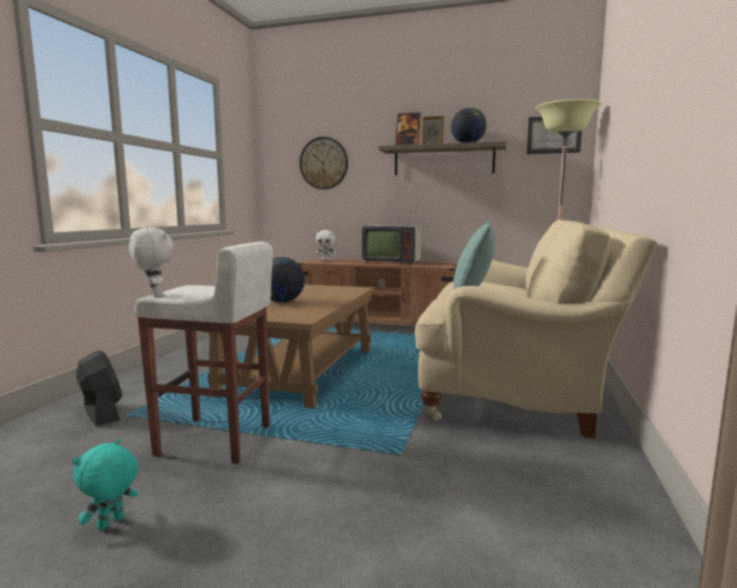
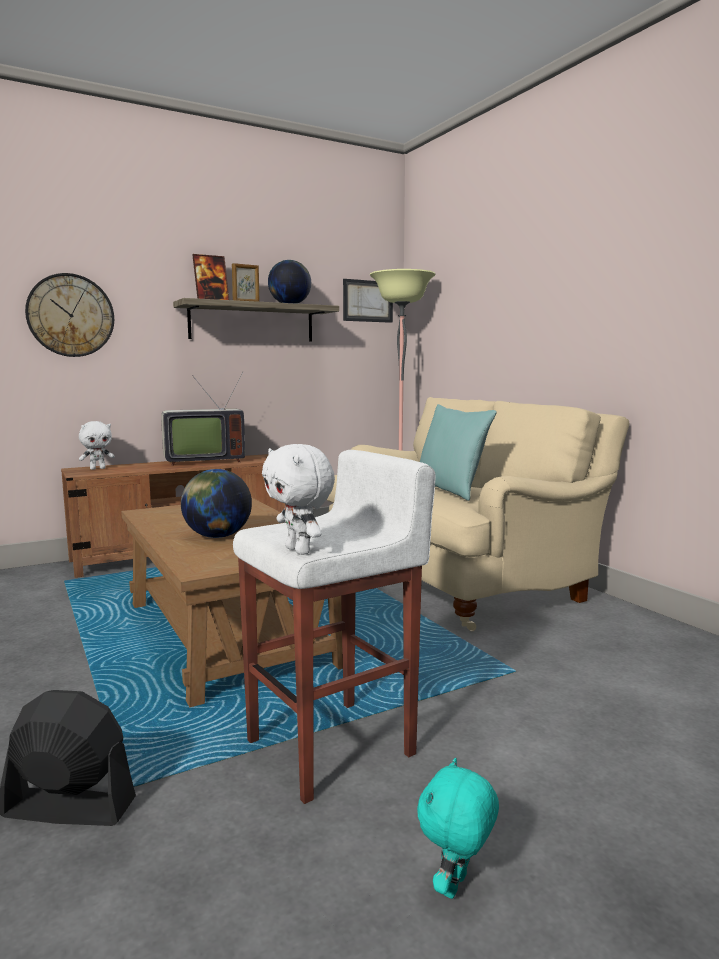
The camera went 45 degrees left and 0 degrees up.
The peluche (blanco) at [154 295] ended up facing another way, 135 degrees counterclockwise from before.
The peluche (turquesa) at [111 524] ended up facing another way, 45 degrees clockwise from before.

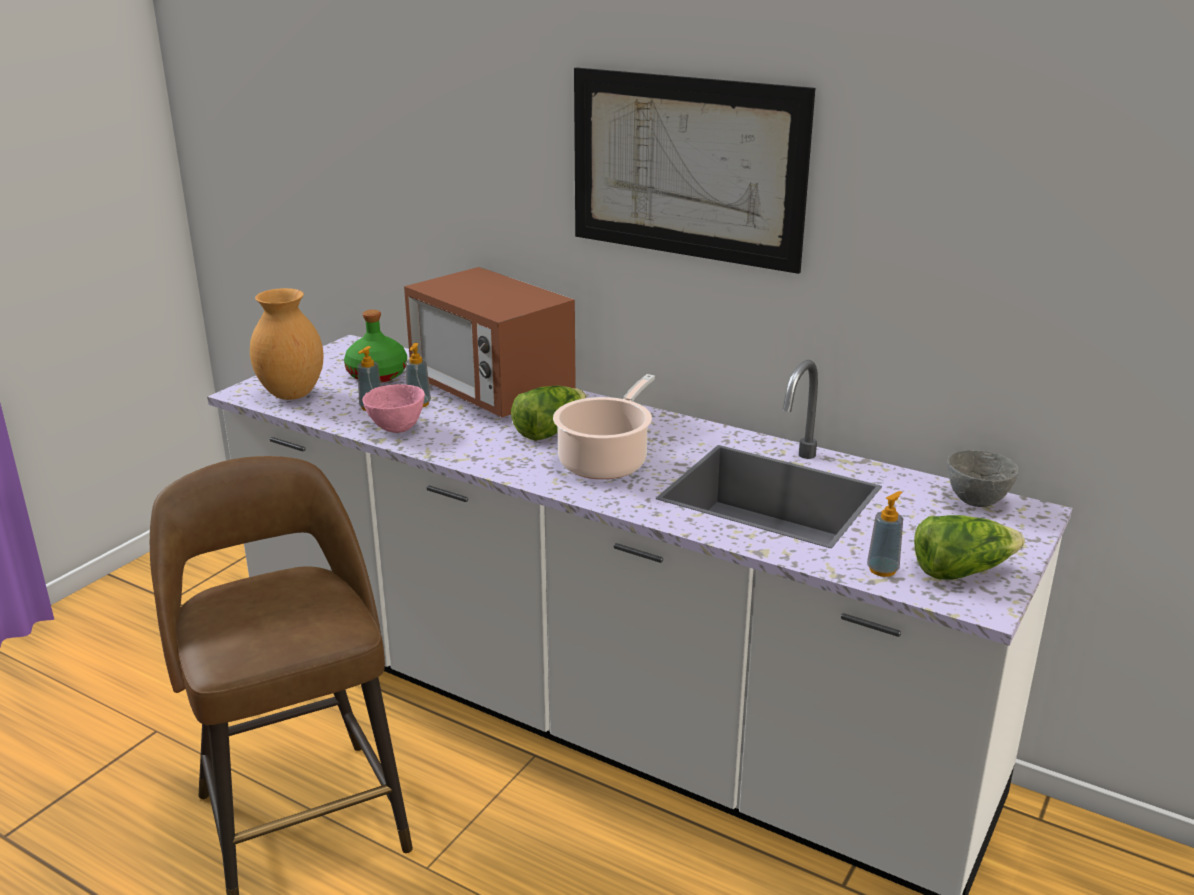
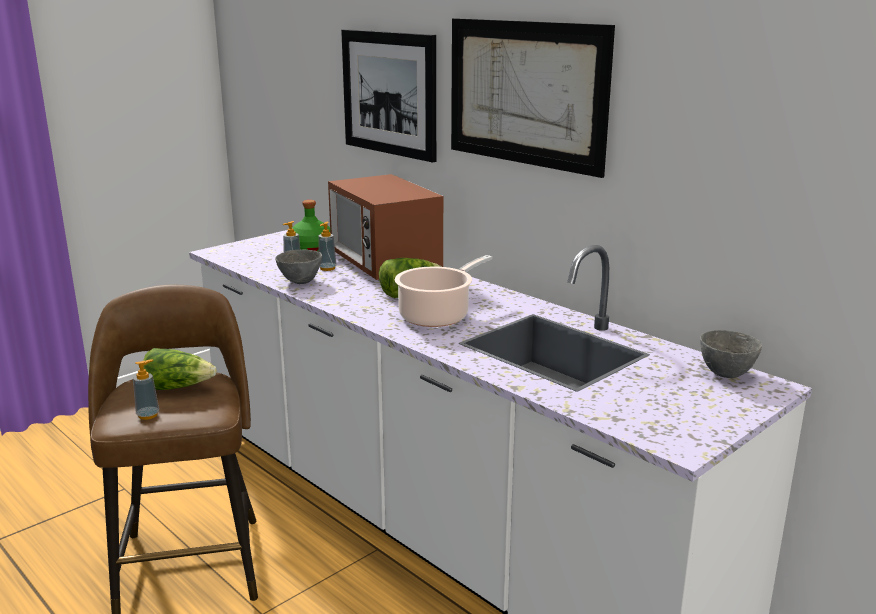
The camera went 15 degrees right and 5 degrees down.
The second view lost the florero (marrón) at [291 394].
What was the cuenco (rosa) at [397 429] turned into the cuenco (gris) at [301 282].
The dispensador de jabón ended up elsewhere, having gone from [882 569] to [148 415].
The lechuga ended up elsewhere, having gone from [961 570] to [178 387].
The second view gained the cuadro at [389 93].

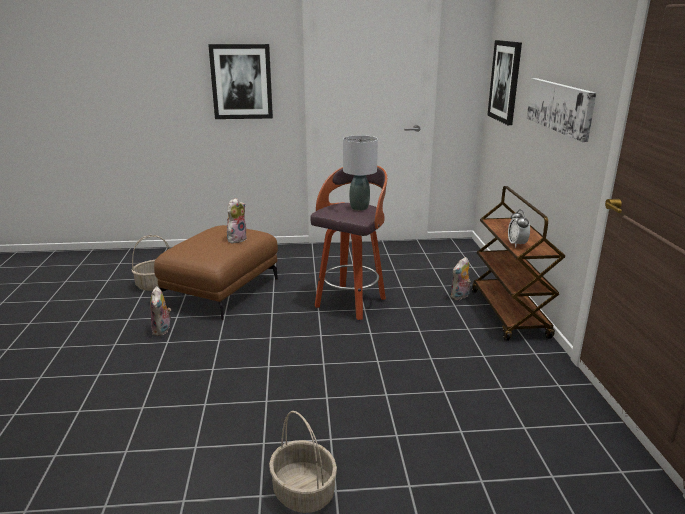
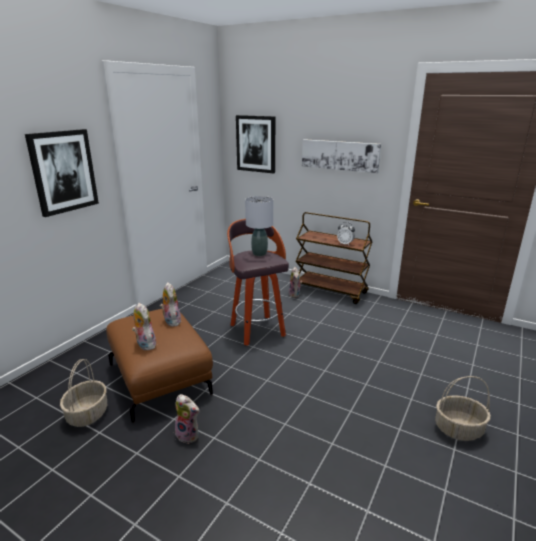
The camera went 55 degrees left and 0 degrees up.
The second view gained the peluche at [144 344].

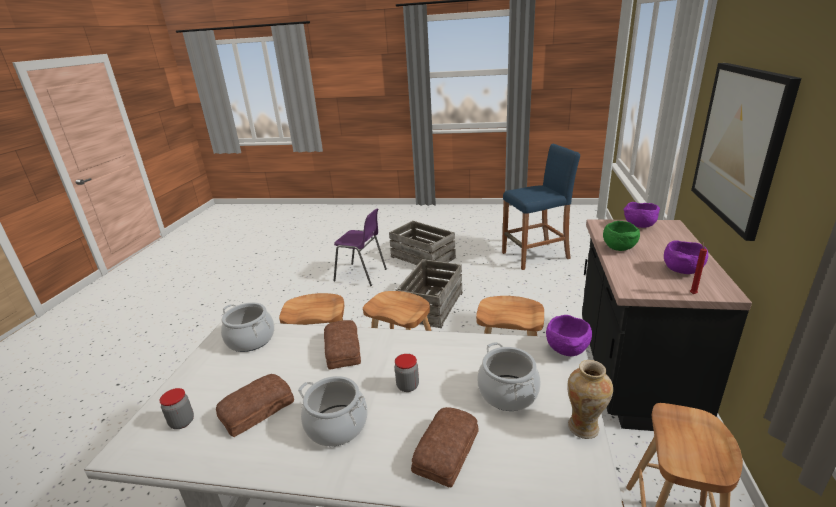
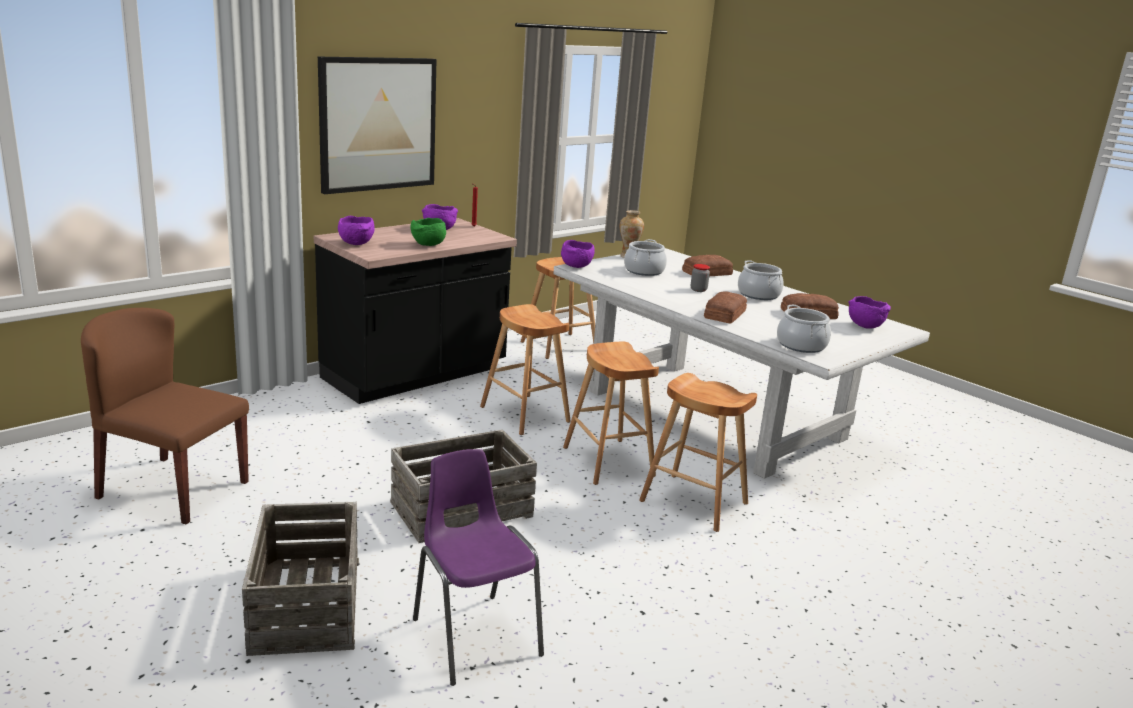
The camera went 145 degrees left and 5 degrees down.
Where the taburete (azul) stood at [535 256], the silla (marrón) came to stand at [172 489].
Where the tarro stood at [182 422], the cuenco (morado) came to stand at [864 326].

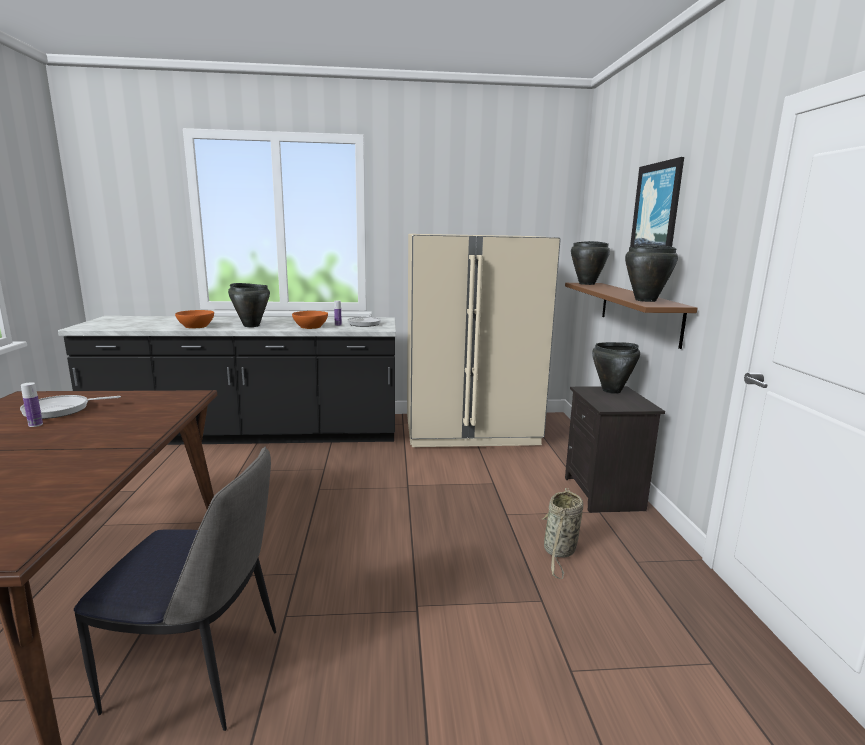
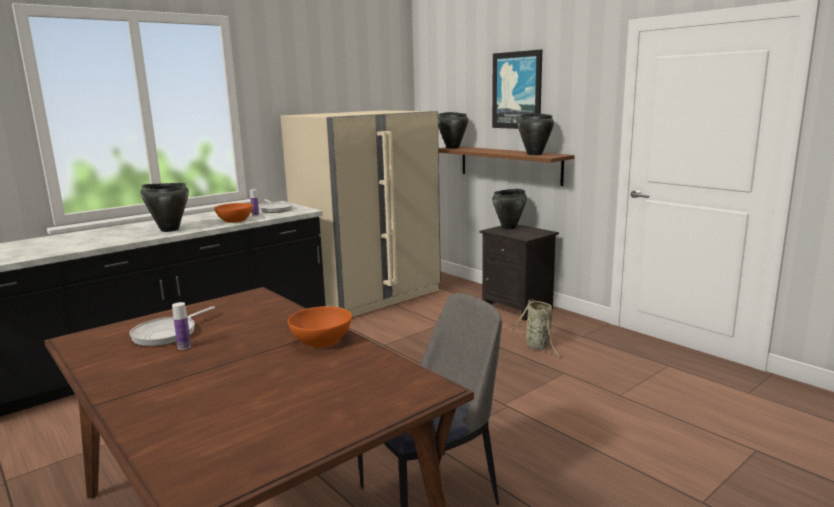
The camera went 35 degrees left and 0 degrees up.
The cuenco (naranja) ended up elsewhere, having gone from [196 326] to [321 340].

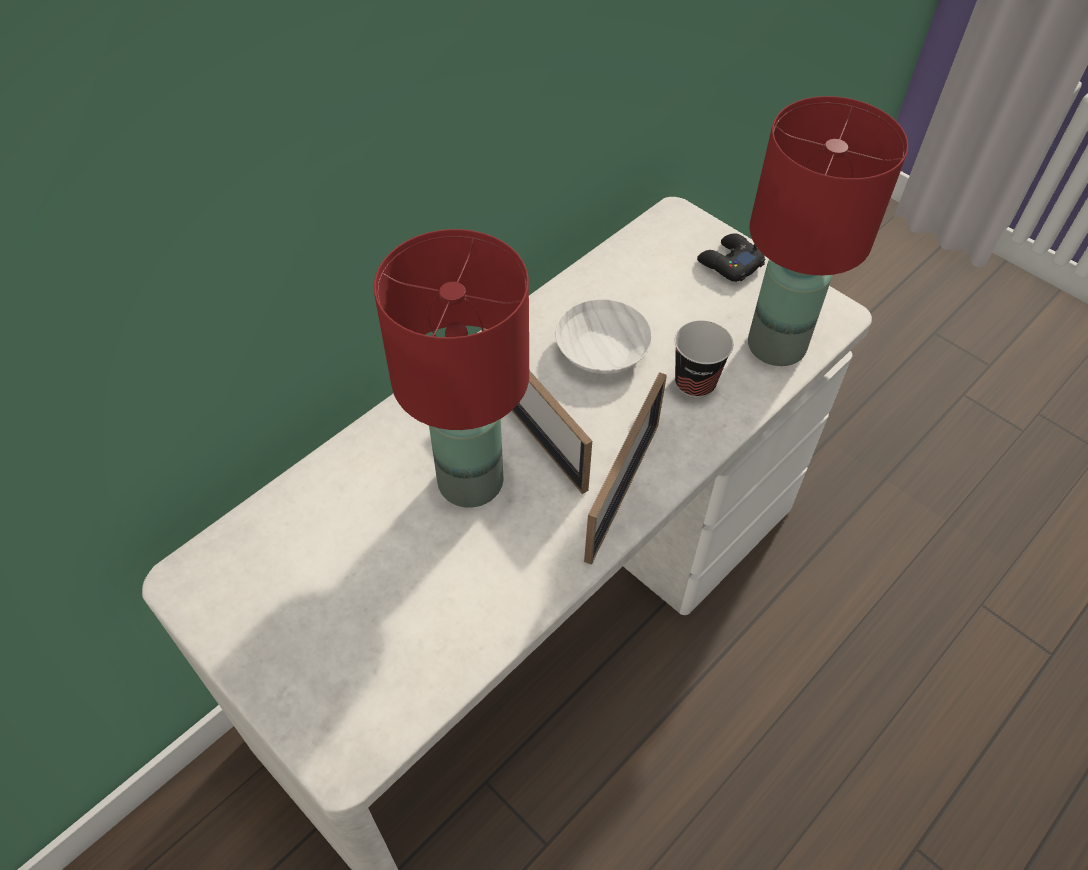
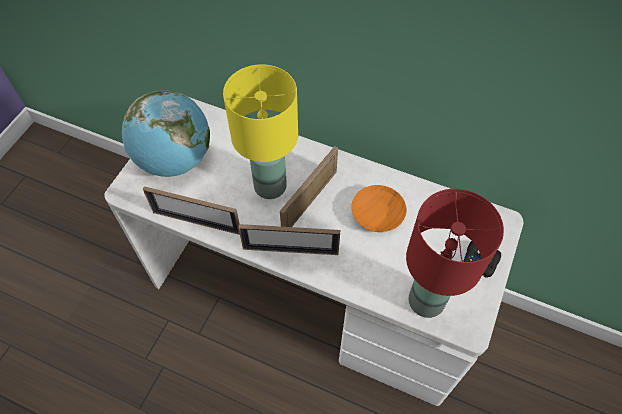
The camera went 70 degrees right and 5 degrees up.
What was the lámpara de mesa (rojo) at [468 482] turned into the lámpara de mesa (amarillo) at [269 185].
What was the cuenco (blanco) at [603 352] turned into the cuenco (naranja) at [376 216].
The second view lost the taza at [695 383].
The second view gained the globo terráqueo at [175 160].
The second view gained the portarretratos at [196 222].

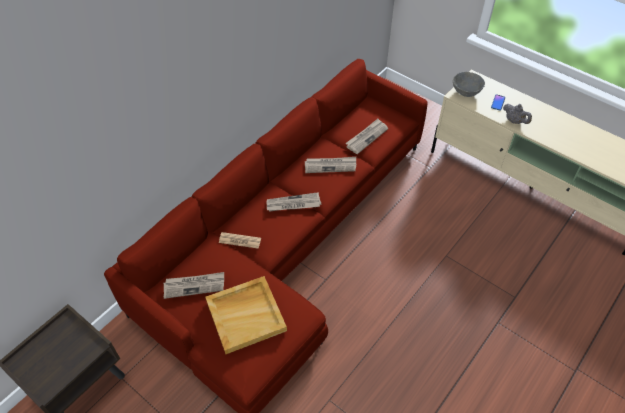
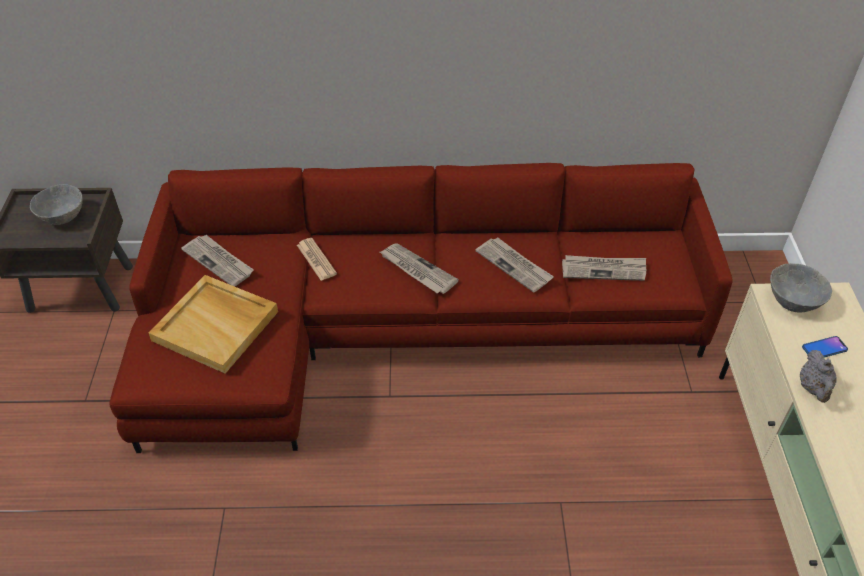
The camera went 50 degrees right and 5 degrees down.
The second view gained the cuenco (gris) at [62 217].

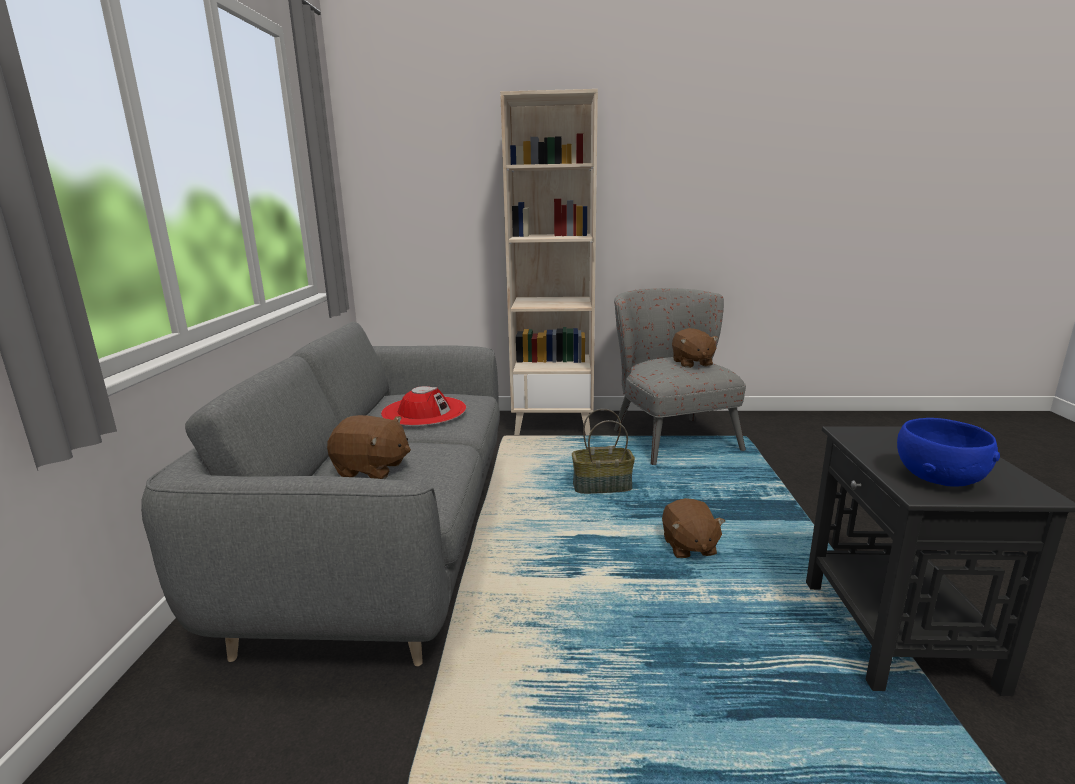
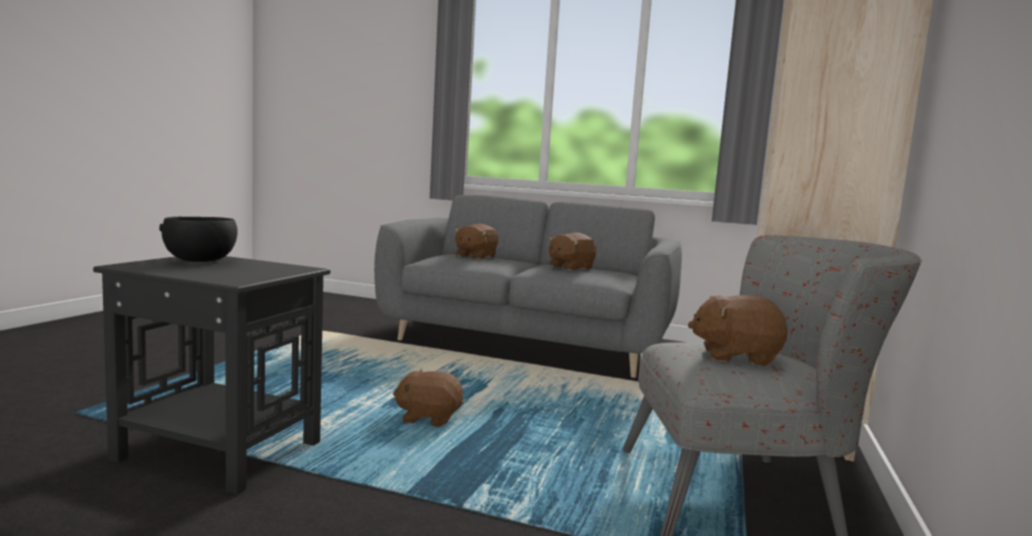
The camera went 105 degrees right and 10 degrees down.
Where the sombrero (rojo) stood at [424 411], the peluche (marrón) came to stand at [570 268].
The second view lost the cesta at [601 487].
What was the cuenco (azul) at [938 479] turned into the cuenco (negro) at [200 261].

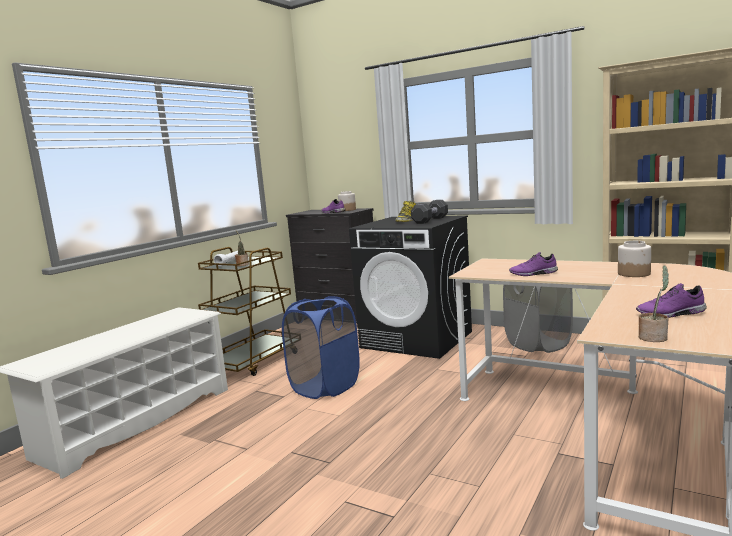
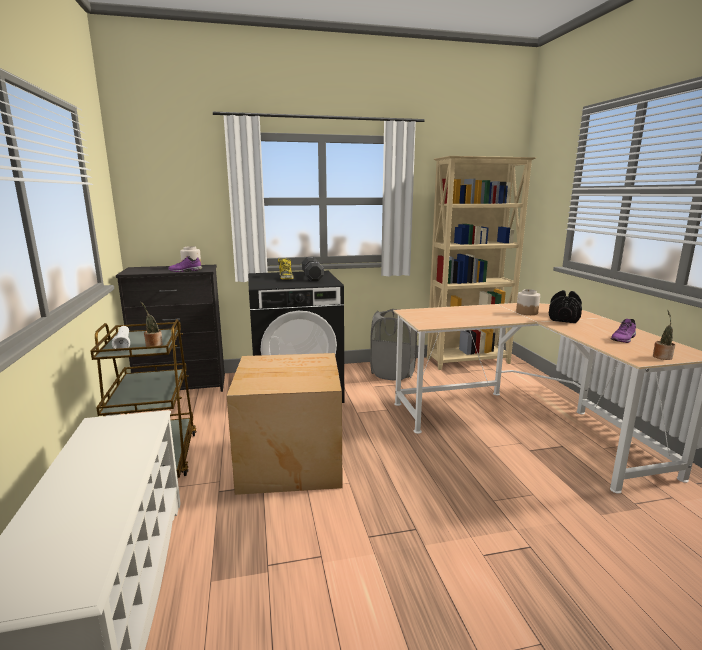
The camera went 45 degrees left and 5 degrees up.
The second view lost the zapato (morado) at [533 274].
Where the cesto de la ropa (azul) stood at [325 387], the caja de cartón came to stand at [289 460].
The second view gained the mancuerna (negro) at [563 317].

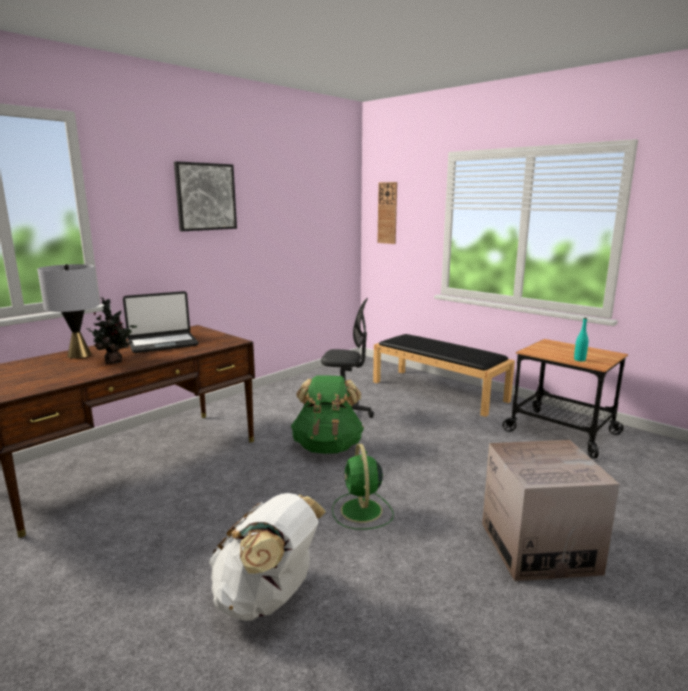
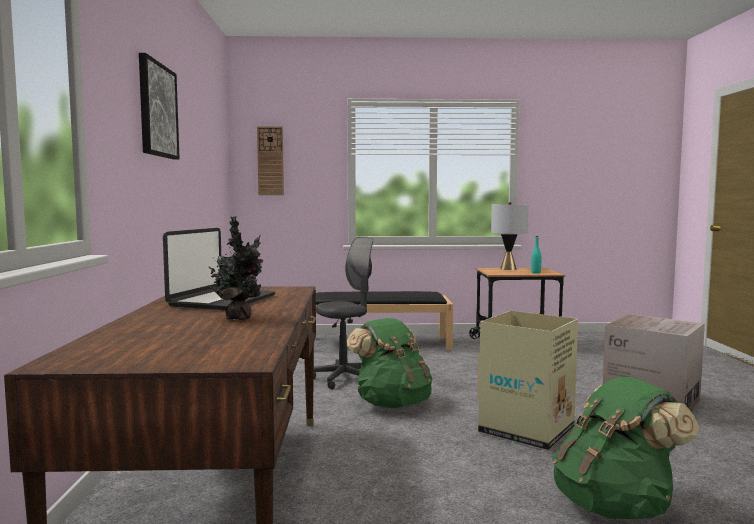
The camera went 45 degrees left and 10 degrees down.
The lámpara de mesa (gris) ended up elsewhere, having gone from [79 355] to [508 269].
Where the ventilador (verde) stood at [361 511], the caja de cartón came to stand at [527 430].
What was the mochila (blanco) at [267 598] turned into the mochila (verde) at [615 506].

